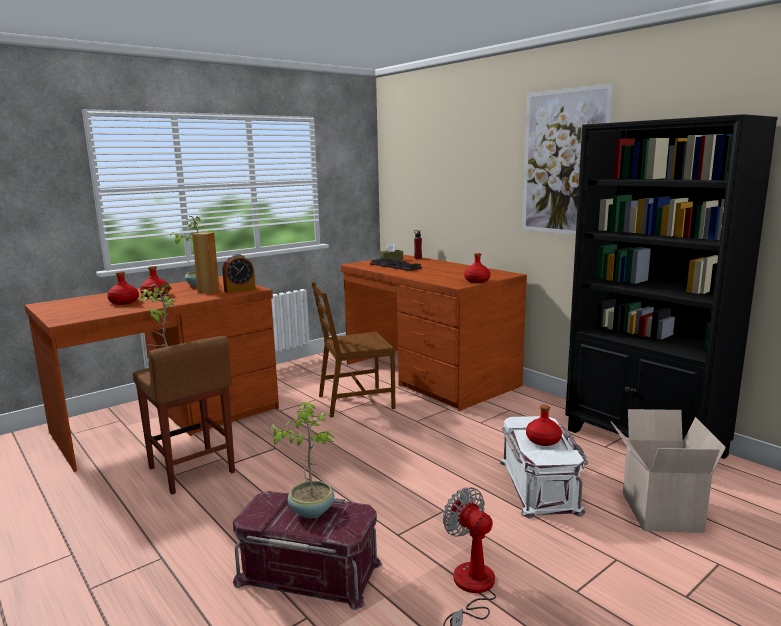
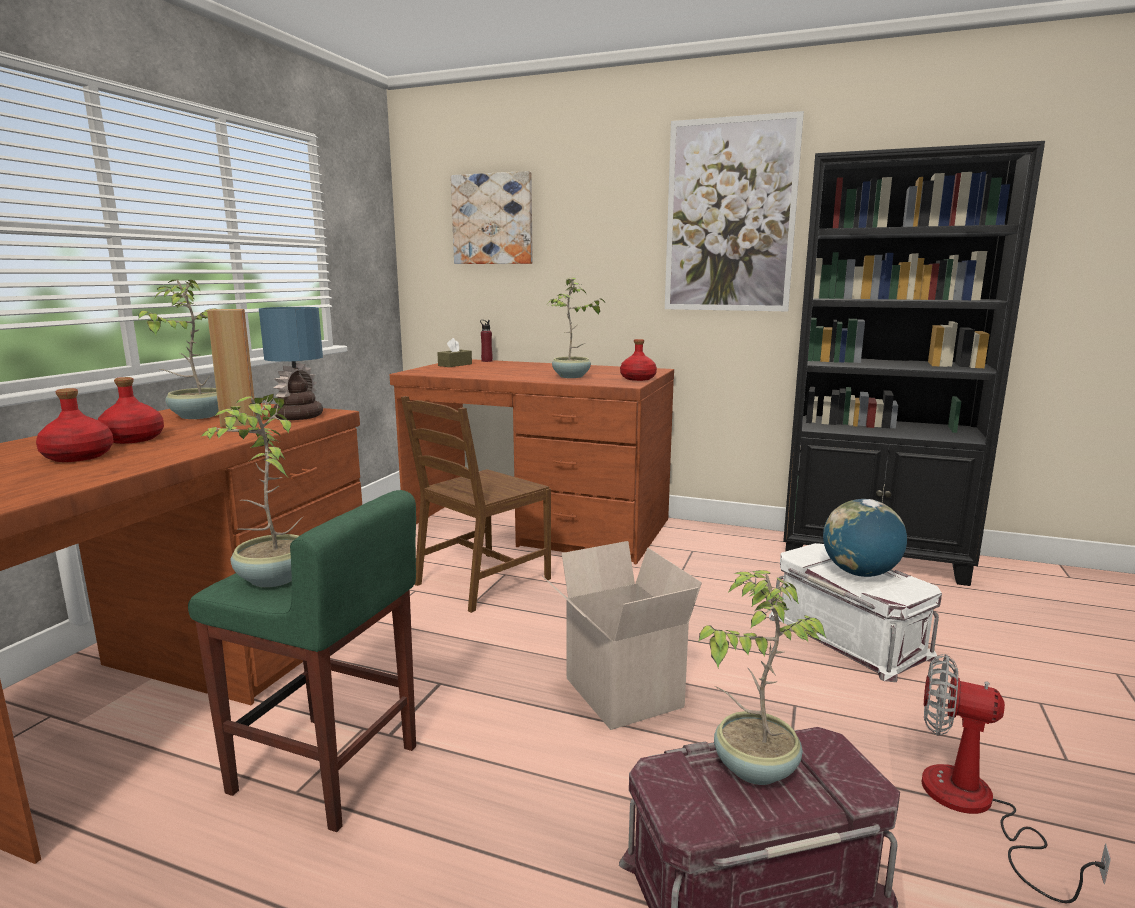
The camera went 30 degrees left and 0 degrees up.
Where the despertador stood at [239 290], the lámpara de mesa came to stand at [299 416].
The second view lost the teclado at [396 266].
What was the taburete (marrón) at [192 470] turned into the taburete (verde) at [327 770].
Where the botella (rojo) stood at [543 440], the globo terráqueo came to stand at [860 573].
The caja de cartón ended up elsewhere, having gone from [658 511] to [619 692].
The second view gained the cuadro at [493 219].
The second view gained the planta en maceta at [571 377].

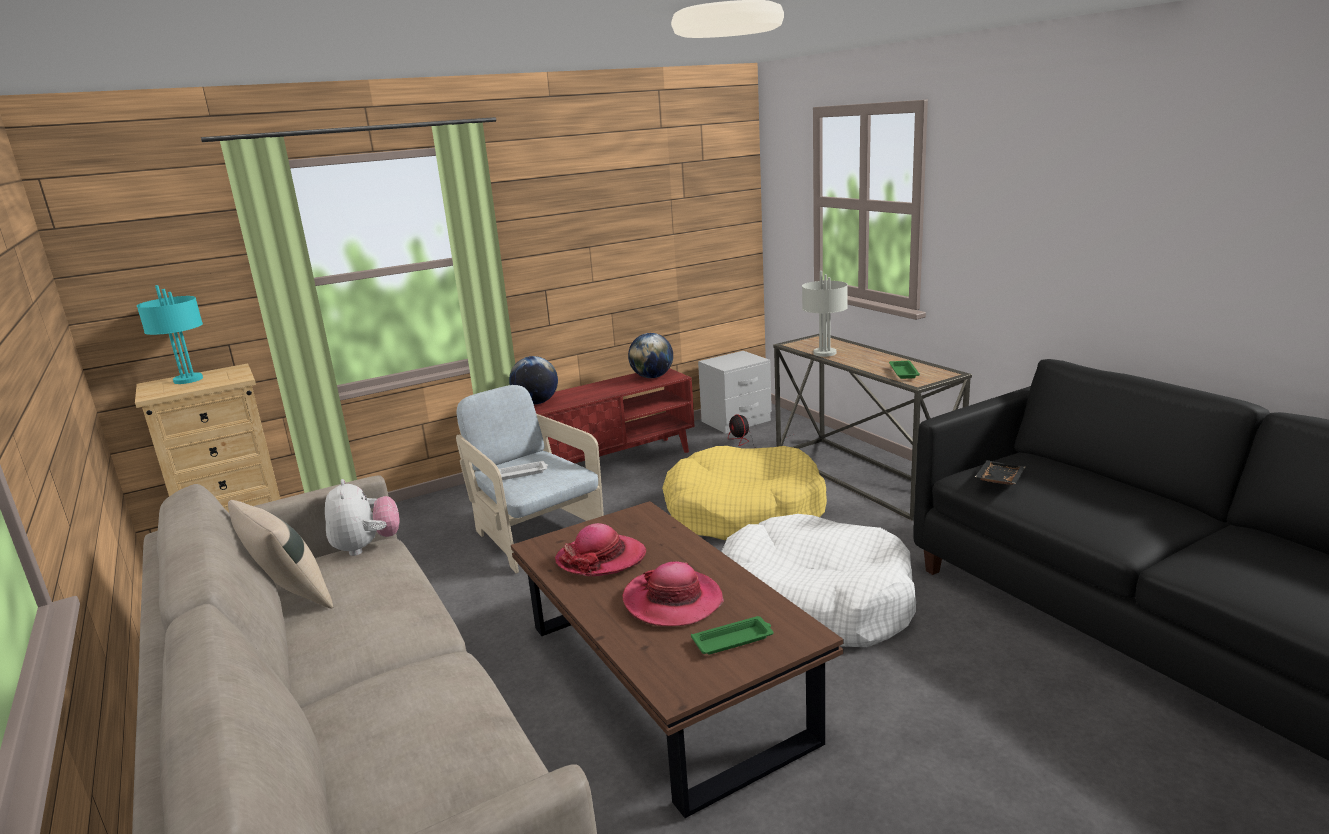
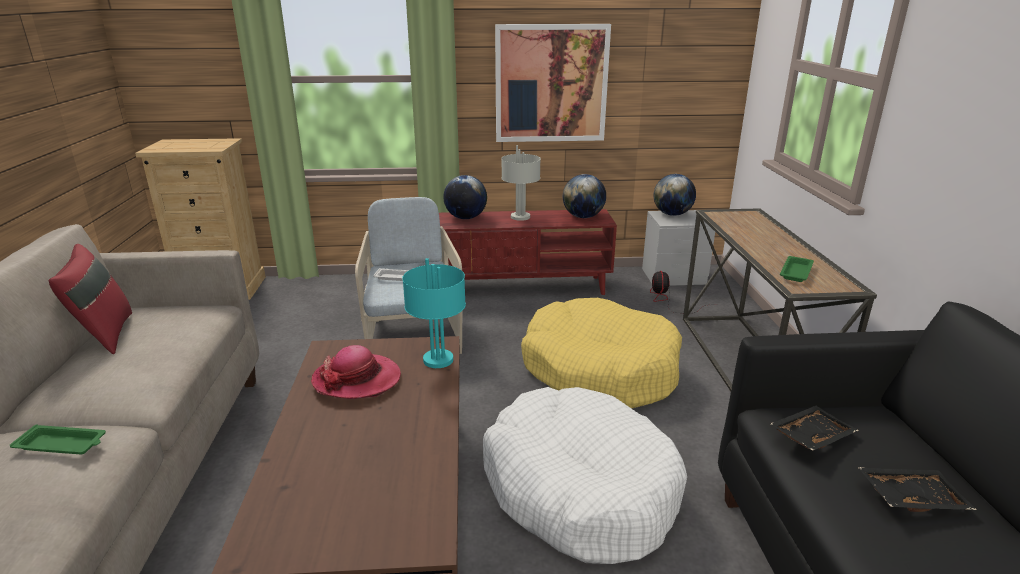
The camera went 25 degrees right and 5 degrees up.
The lámpara de mesa (gris) ended up elsewhere, having gone from [824 353] to [520 217].
The lámpara de mesa (turquesa) ended up elsewhere, having gone from [188 379] to [438 359].
The second view lost the peluche at [366 547].
What was the cojín (beis) at [290 598] turned into the cojín (rojo) at [105 335].
The second view lost the sombrero at [673 601].
The bandeja (verde) ended up elsewhere, having gone from [734 640] to [62 444].
The second view gained the cuadro at [551 84].
The second view gained the globo terráqueo at [672 214].
The second view gained the bandeja (negro) at [910 497].

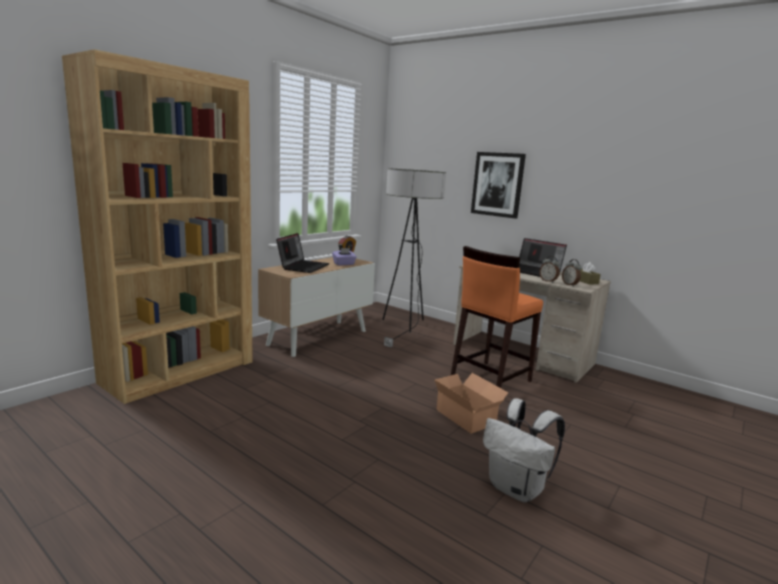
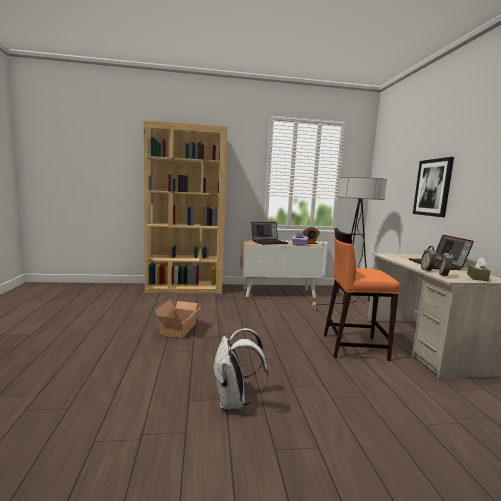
The camera went 45 degrees right and 5 degrees down.
The caja de cartón ended up elsewhere, having gone from [466 416] to [180 329].

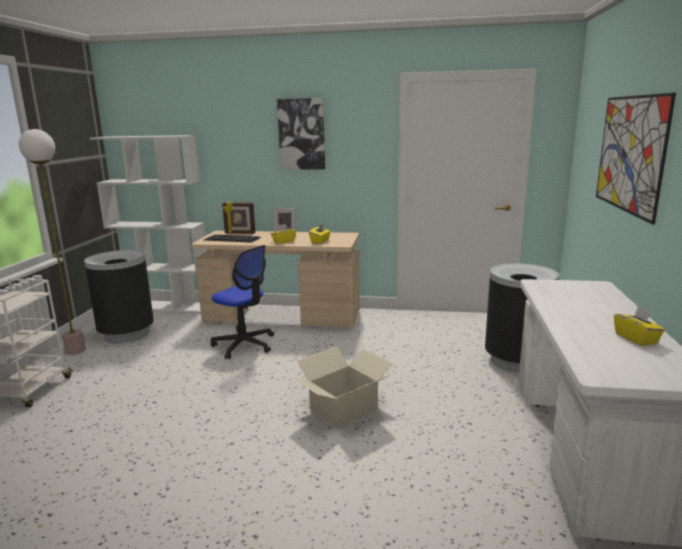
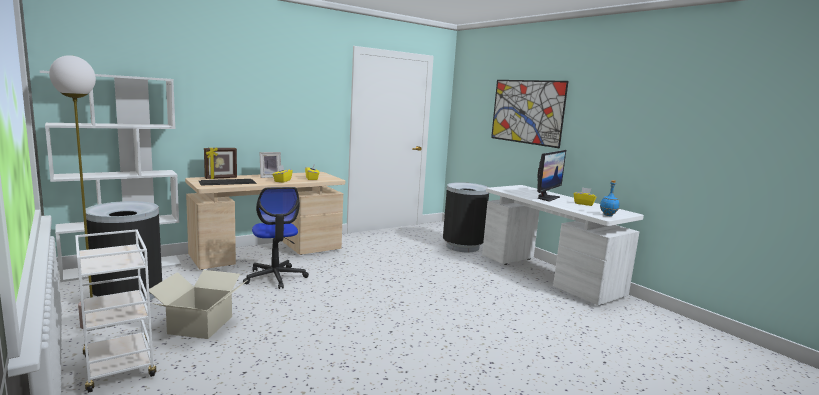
The camera went 45 degrees left and 5 degrees down.
The second view lost the cuadro at [301 134].
The silla de oficina at [244 345] ended up facing another way, 75 degrees clockwise from before.
The caja de cartón ended up elsewhere, having gone from [344 409] to [201 325].
The second view gained the monitor at [547 198].
The second view gained the botella (azul) at [607 215].

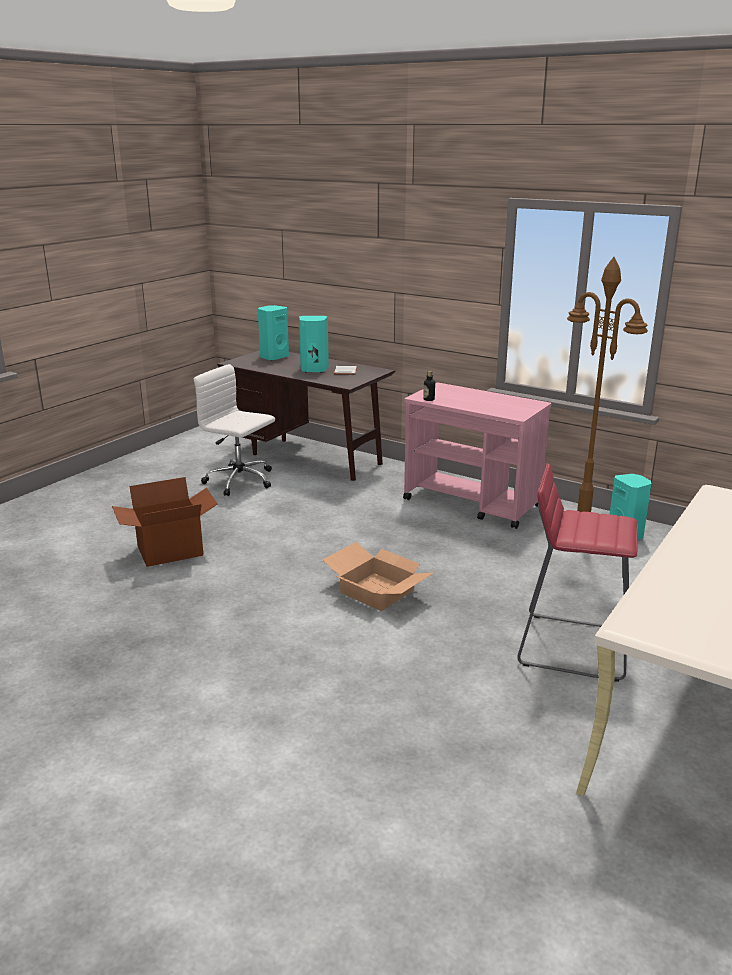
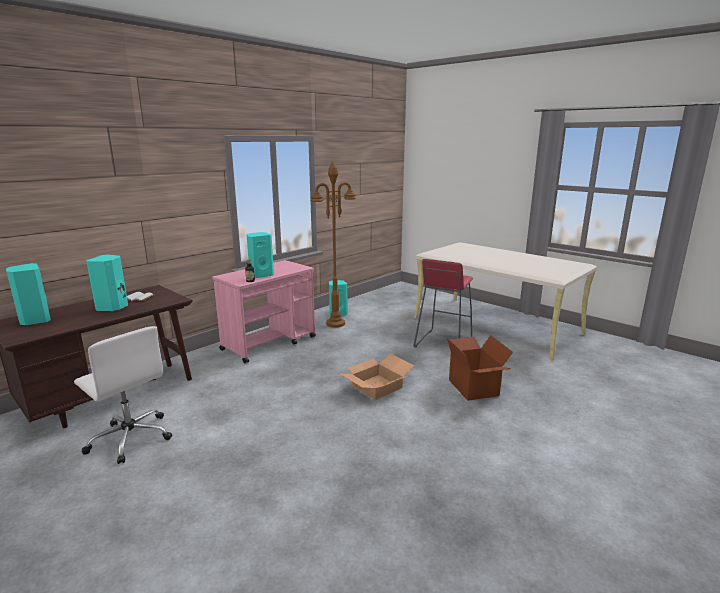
The camera went 80 degrees left and 5 degrees down.
The silla de oficina (blanco) at [240 481] ended up facing another way, 90 degrees counterclockwise from before.
The caja de cartón ended up elsewhere, having gone from [170 551] to [474 387].
The second view gained the altavoz (turquesa) at [260 275].

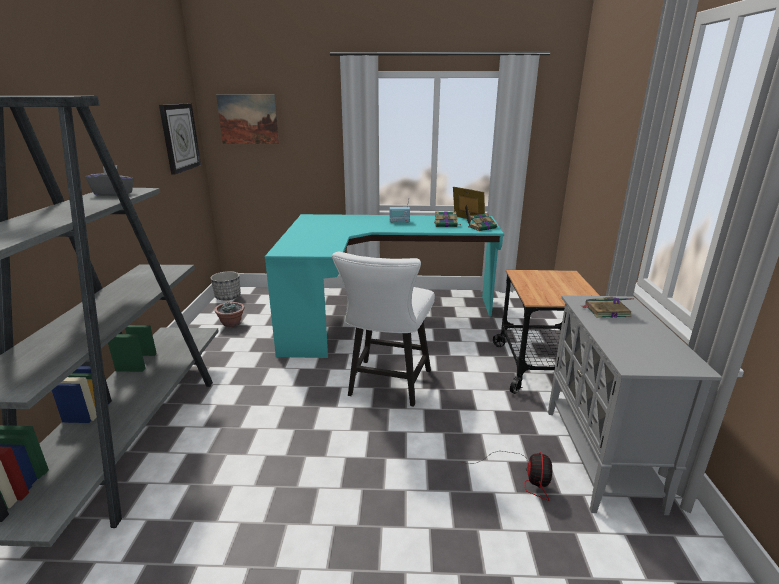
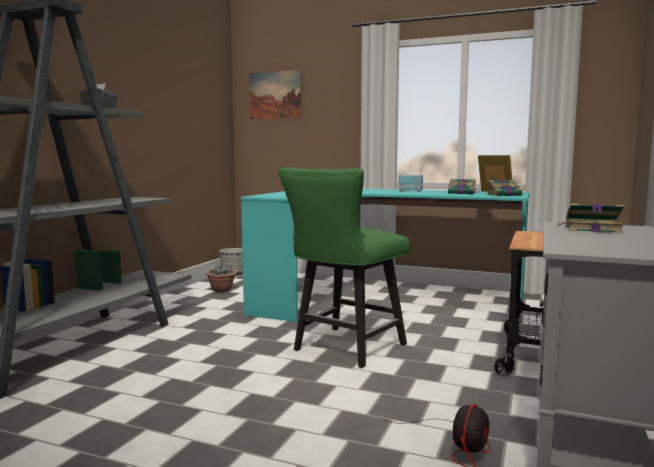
The camera went 20 degrees right and 15 degrees down.
The second view lost the reloj de pared at [179 137].
What was the silla (blanco) at [387 386] turned into the silla (verde) at [344 349].

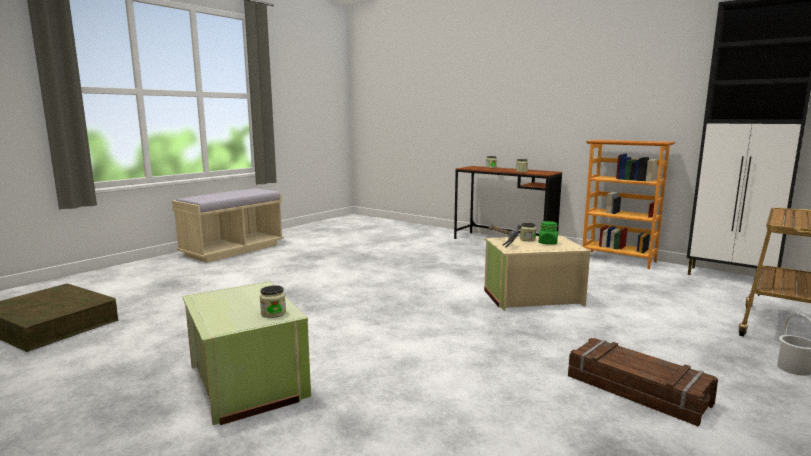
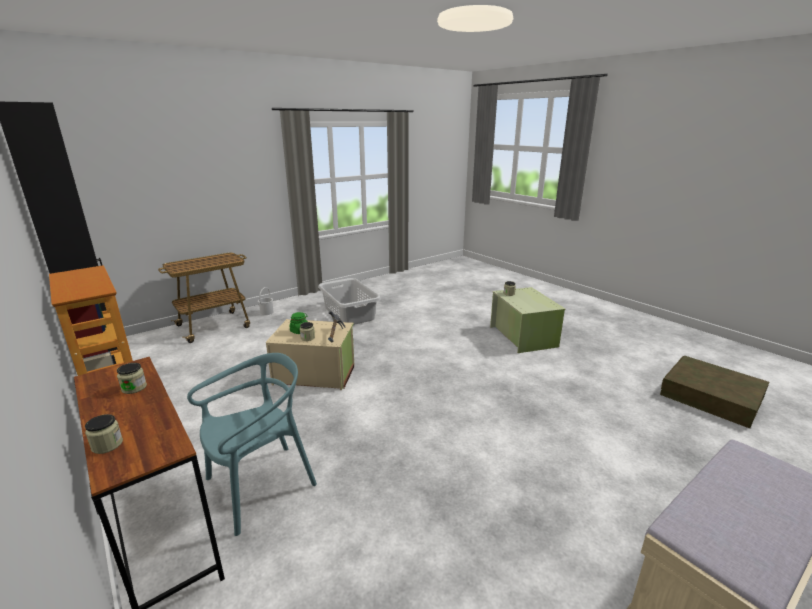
The camera went 165 degrees left and 10 degrees up.
Where the caja de embalaje stood at [637 390], the cesto de la ropa (gris) came to stand at [349 313].
The second view gained the silla (turquesa) at [261 485].

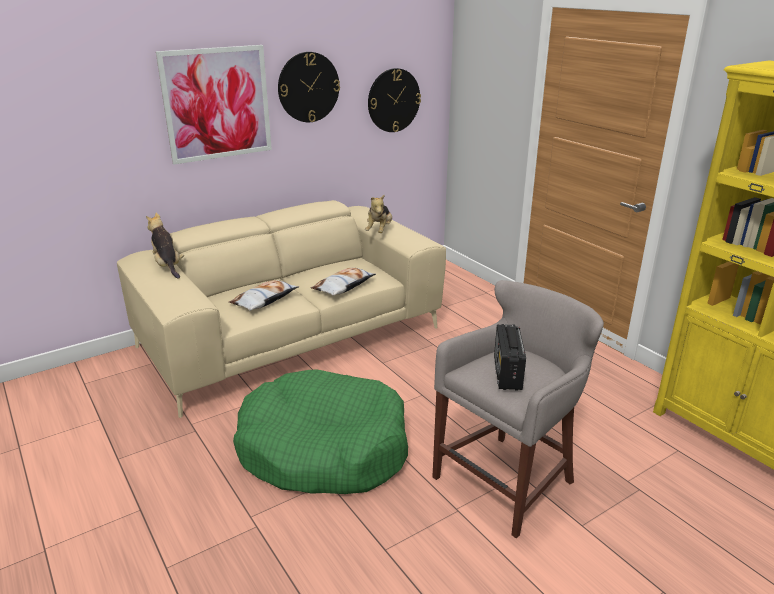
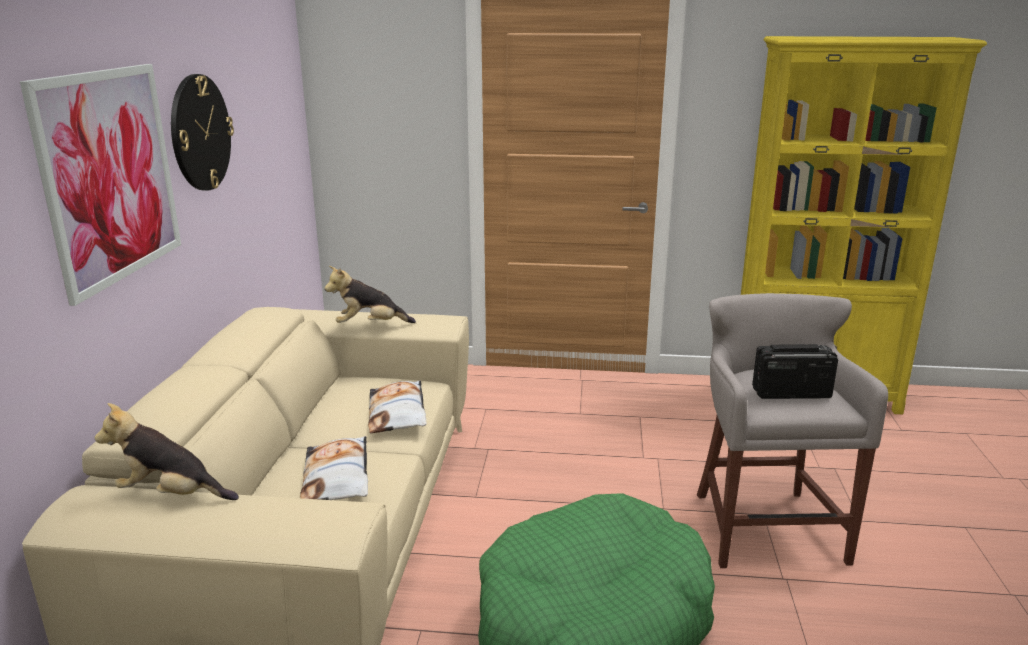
The camera went 50 degrees left and 5 degrees down.
The second view lost the reloj de pared at [393 100].
The peluche at [379 231] ended up facing another way, 120 degrees clockwise from before.
The radio at [507 373] ended up facing another way, 135 degrees clockwise from before.

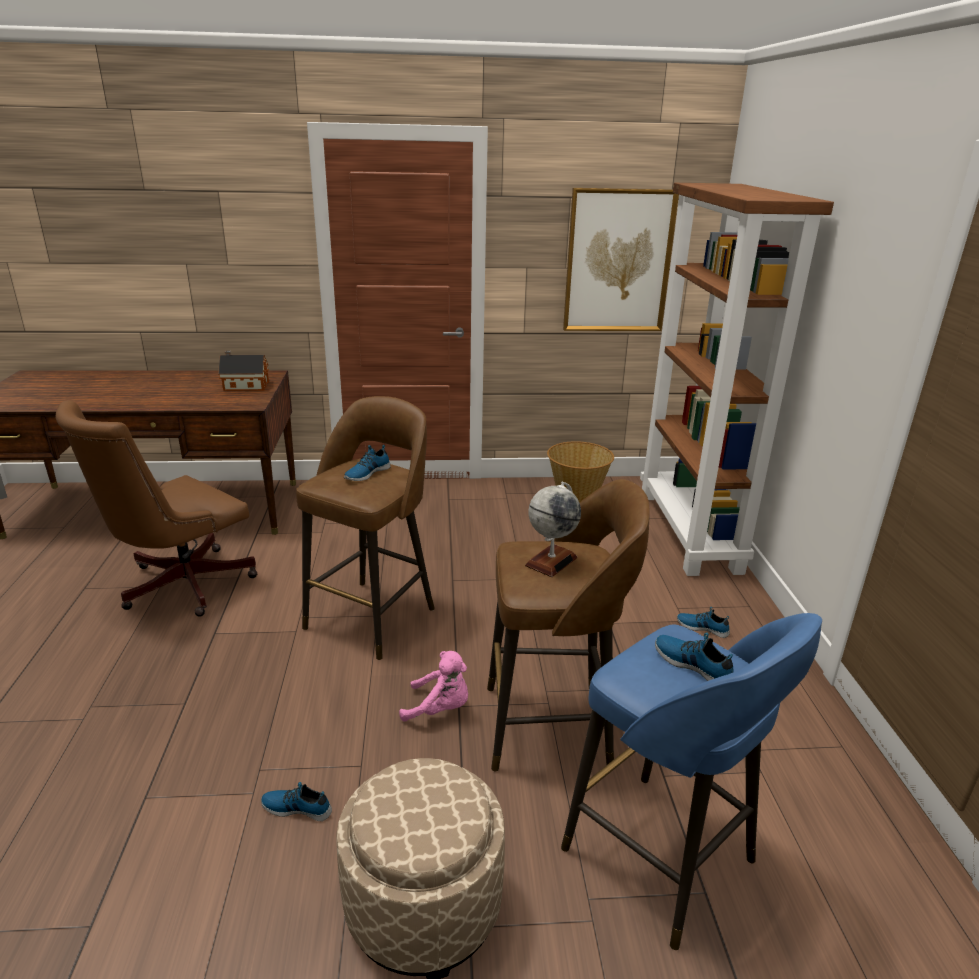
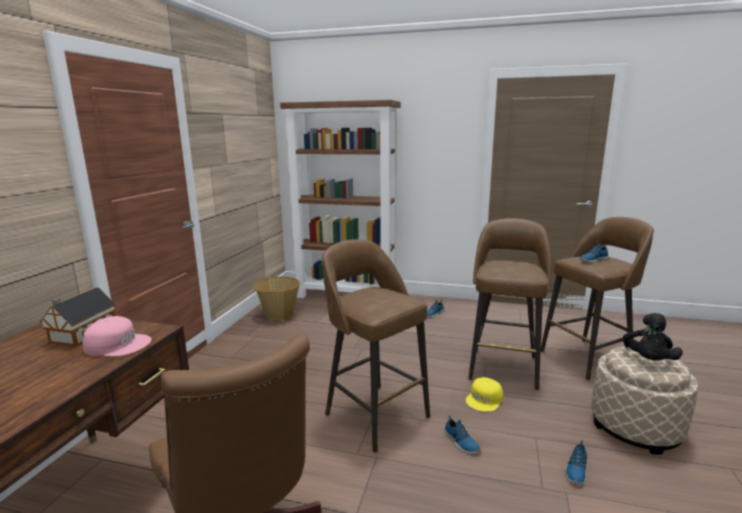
The camera went 70 degrees left and 10 degrees down.
The second view lost the cuadro at [618 261].
The zapato ended up elsewhere, having gone from [366 473] to [460 442].
The second view lost the globo terráqueo at [551 561].
What was the taburete (azul) at [662 859] turned into the taburete (marrón) at [587 358].
Where the peluche (rosa) stood at [440 708], the gorra (amarillo) came to stand at [485 399].
The second view gained the peluche (negro) at [648 360].
The second view gained the gorra (rosa) at [118 344].

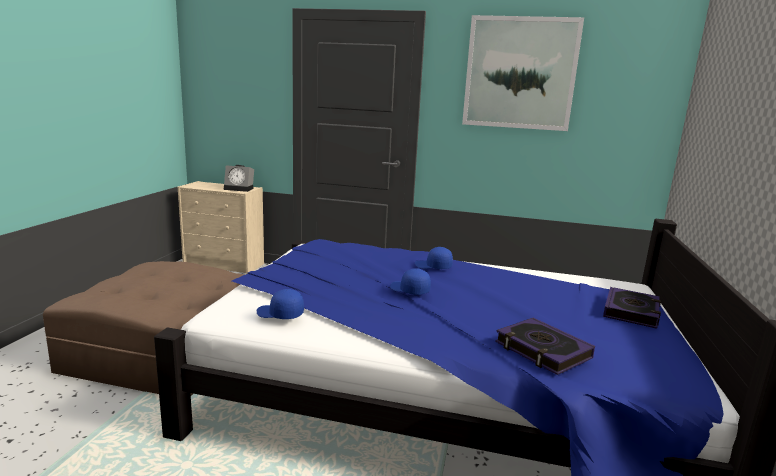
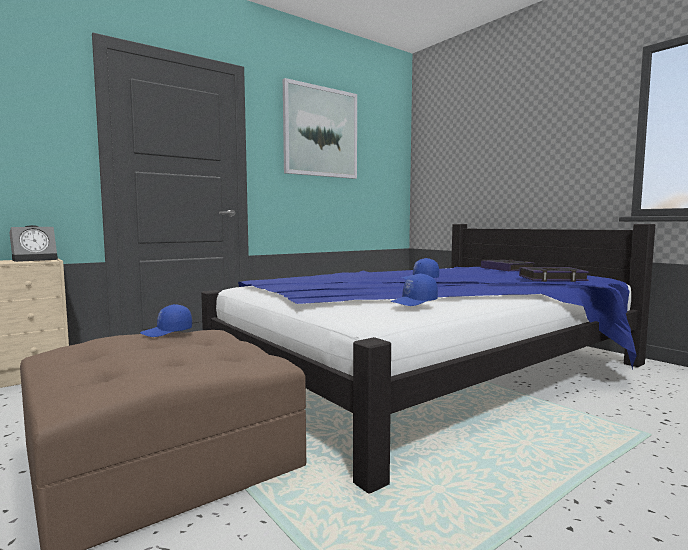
The camera went 50 degrees left and 10 degrees down.
The gorra (azul) ended up elsewhere, having gone from [433 266] to [167 332].

